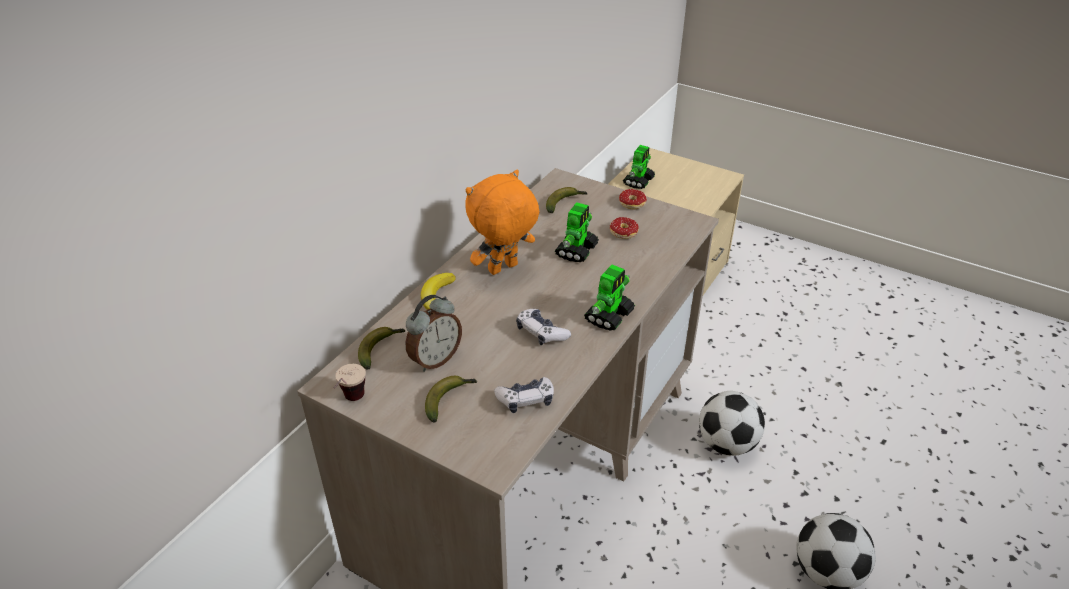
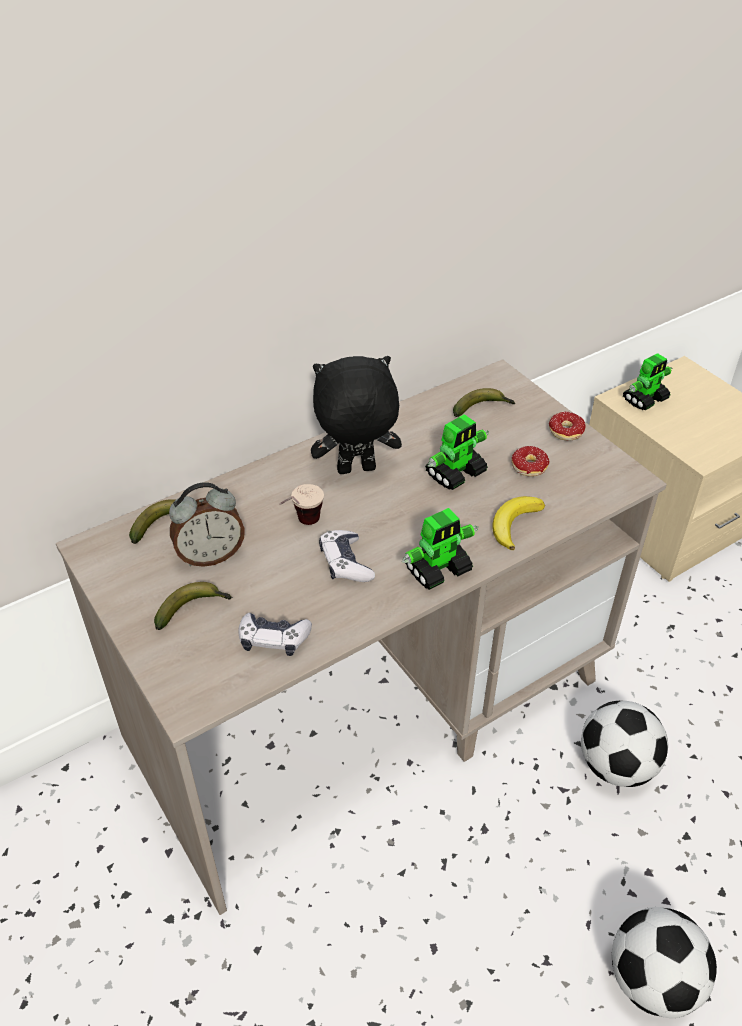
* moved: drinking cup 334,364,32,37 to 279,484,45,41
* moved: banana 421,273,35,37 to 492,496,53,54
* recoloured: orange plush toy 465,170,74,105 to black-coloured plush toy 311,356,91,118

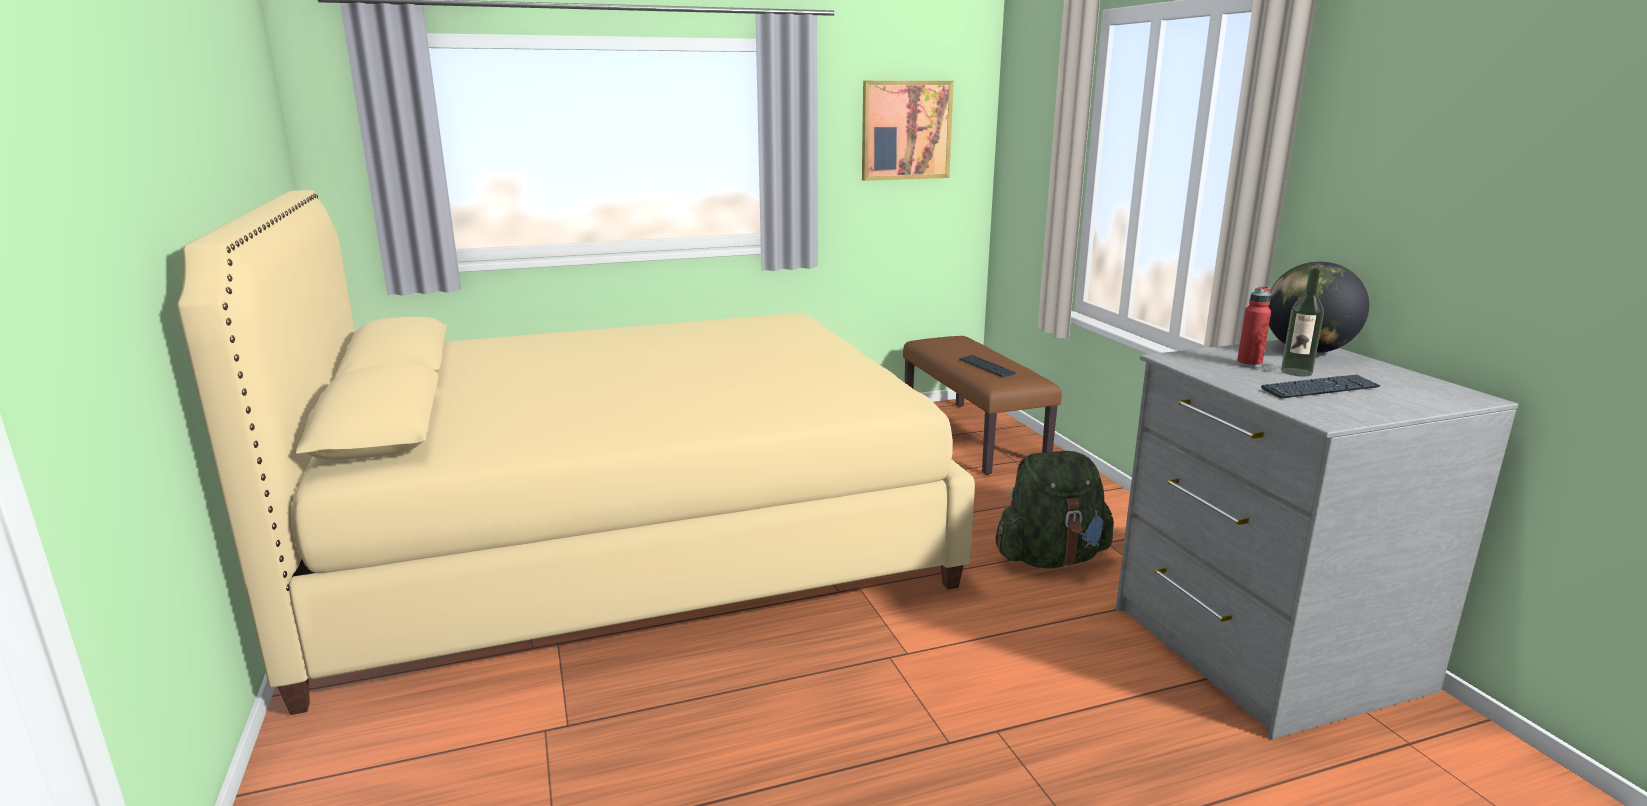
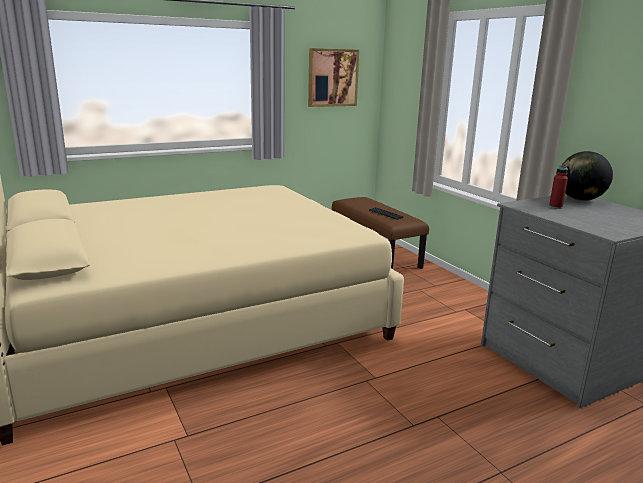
* removed: green-coloured backpack 995,451,119,118
* removed: computer keyboard 1261,374,120,25
* removed: drink bottle 1281,267,43,110

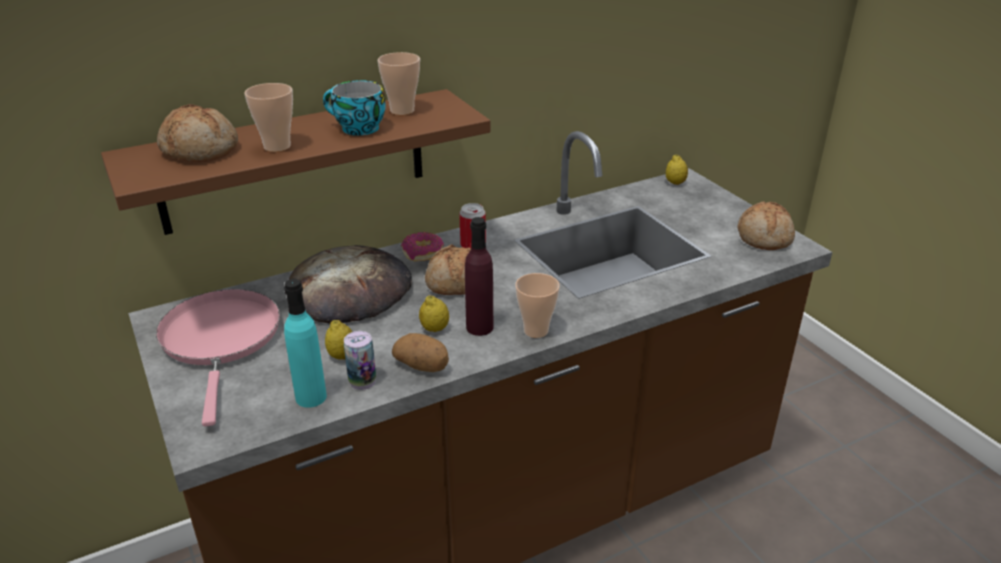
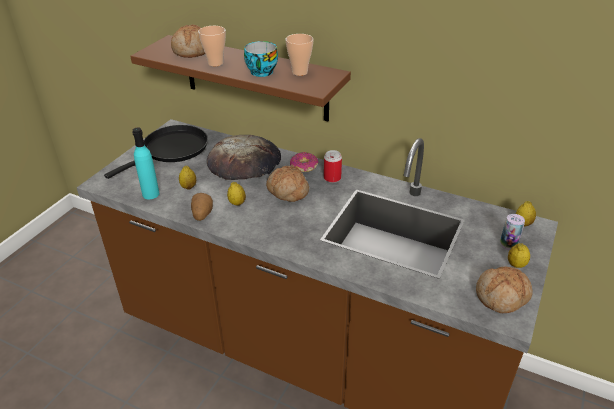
* removed: purple-coloured drink bottle 465,217,28,119
* removed: drinking cup 515,273,45,65
* added: citrus fruit 508,243,22,25
* moved: metal can 344,331,32,59 to 500,214,25,37
* recoloured: pinkish skillet 156,289,124,137 to black-coloured skillet 104,125,104,54

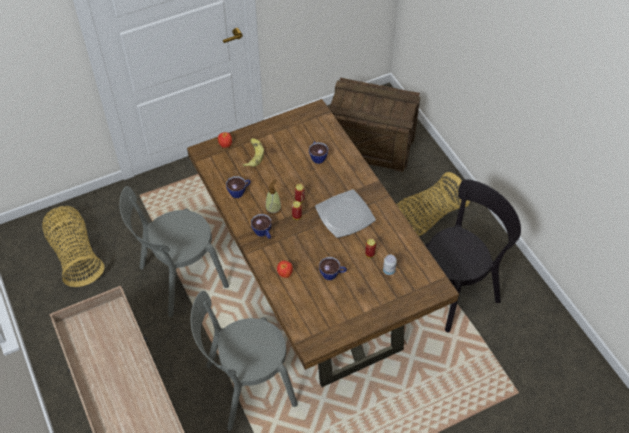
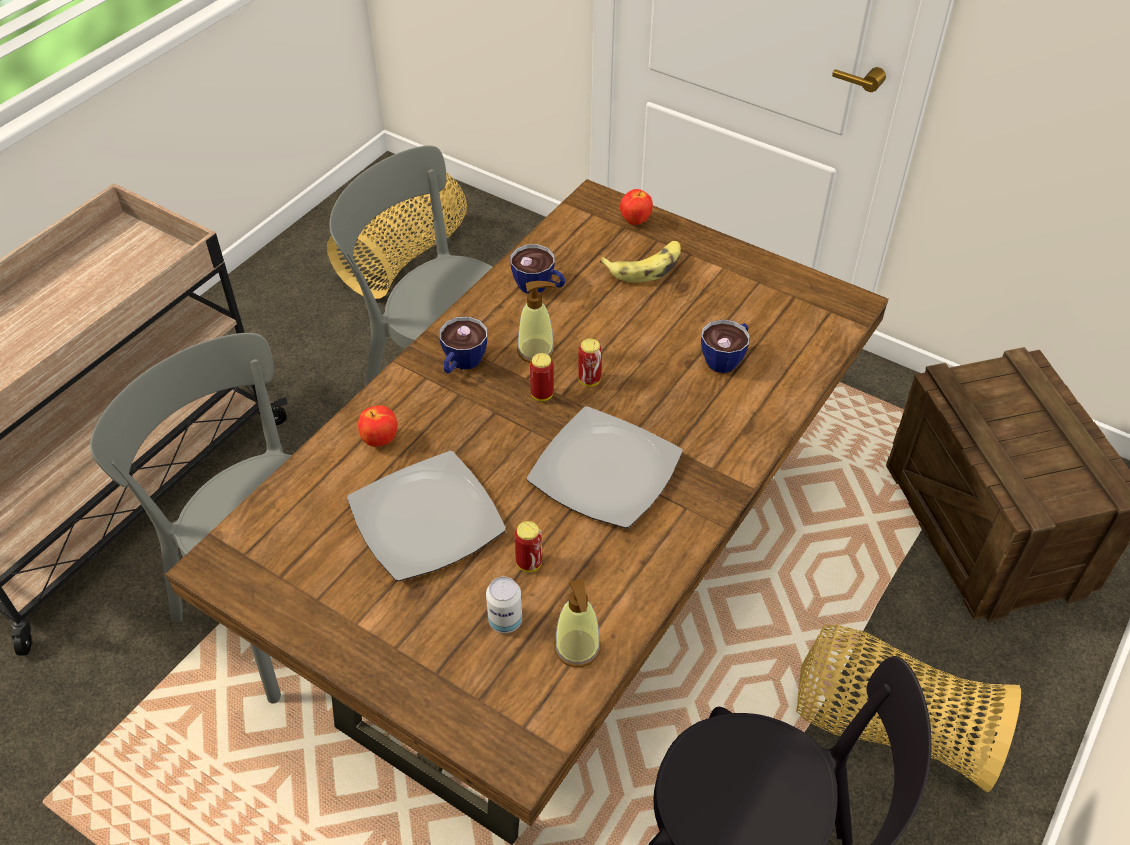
* added: soap dispenser 554,579,47,88
* replaced: drinking cup 319,257,28,23 to dinner plate 347,451,159,130

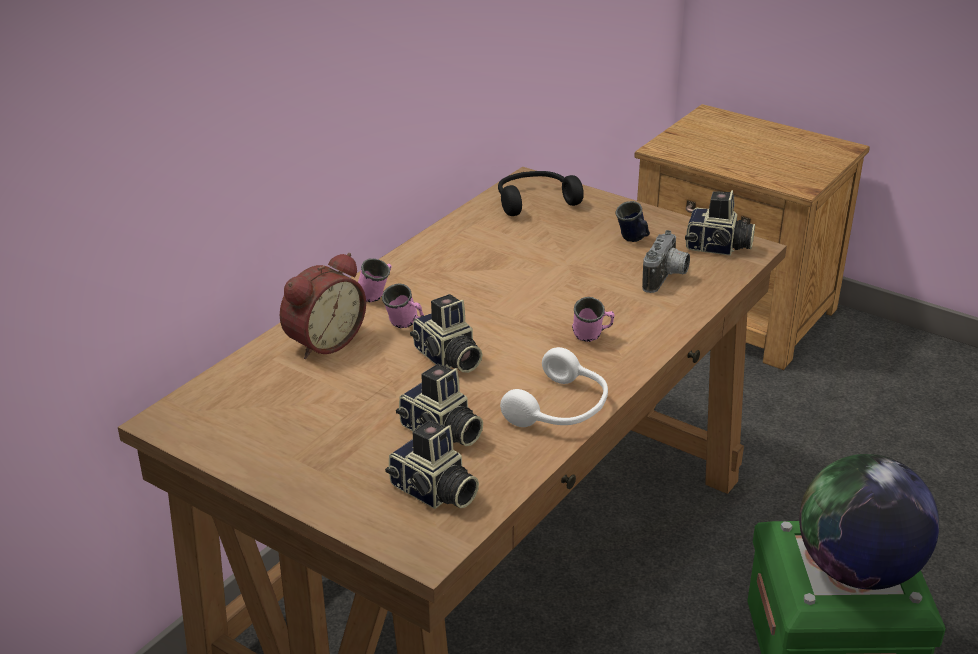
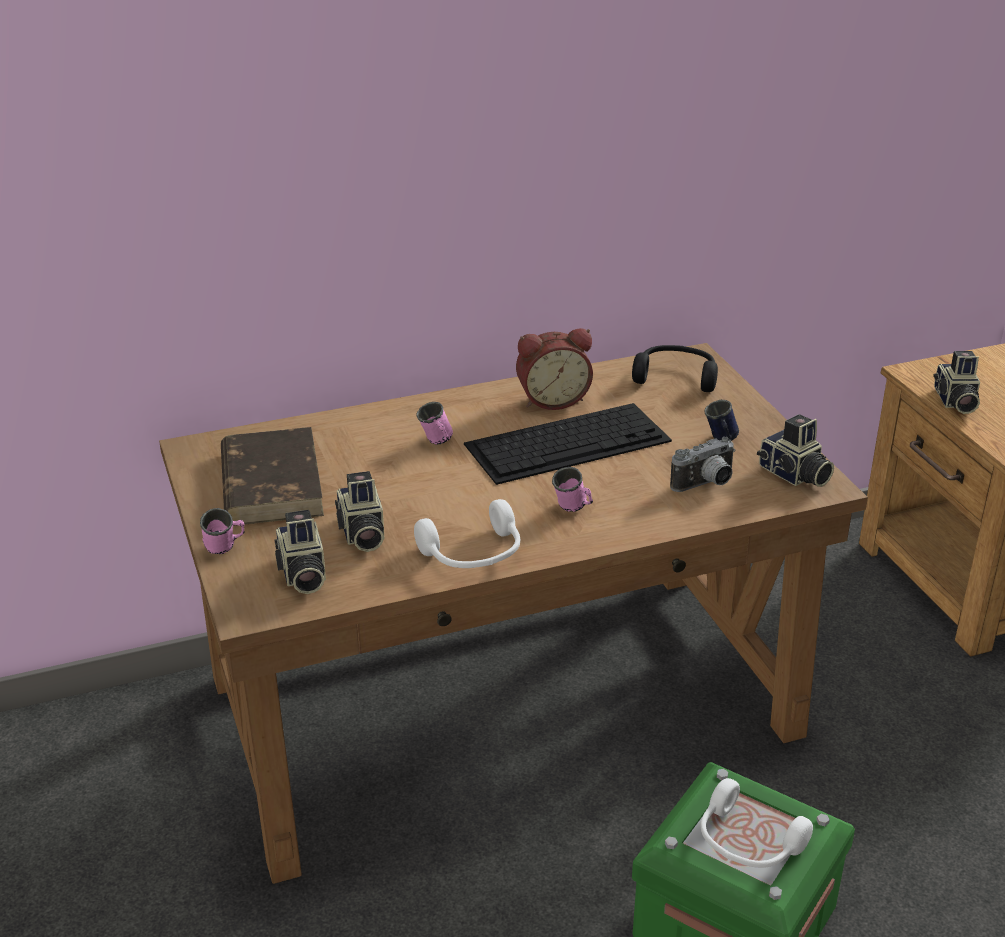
* added: brown-coloured book 221,427,103,98
* added: computer keyboard 464,403,208,82
* moved: alarm clock 280,253,86,106 to 516,328,77,82
* moved: pinkish mug 358,258,34,44 to 200,508,45,46
* moved: photo camera 410,294,73,79 to 933,351,47,63
* replaced: desk globe 799,454,140,136 to white-coloured pair of headphones 701,778,112,90

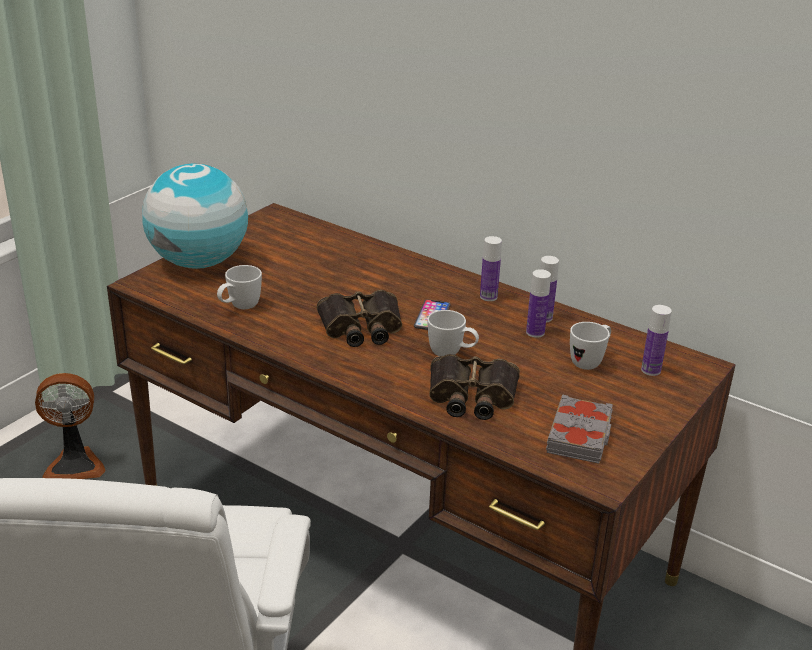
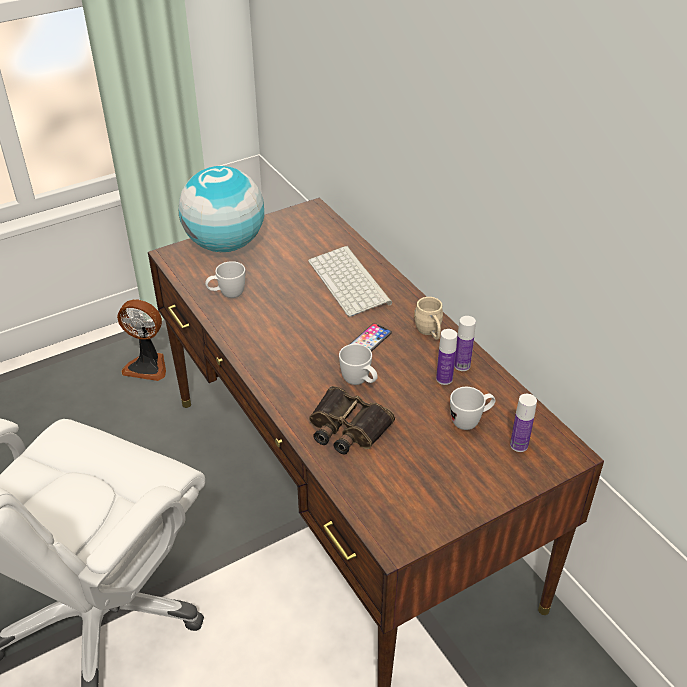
* removed: pair of binoculars 317,290,85,57
* removed: grey book 546,394,67,70
* added: computer keyboard 308,246,84,71
* replaced: drink bottle 480,236,22,65 to beige mug 414,297,29,43

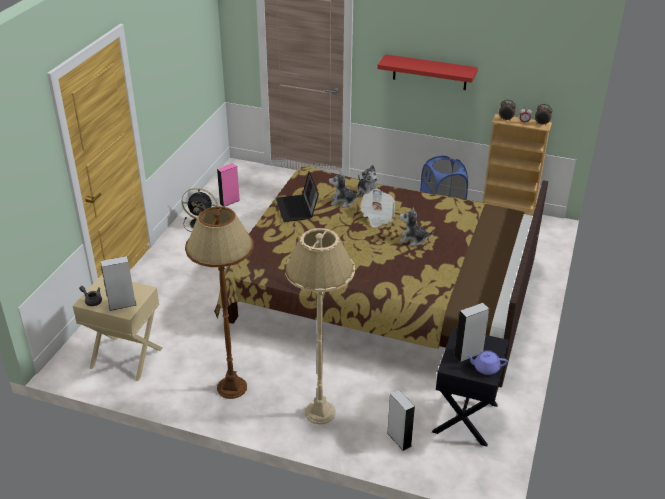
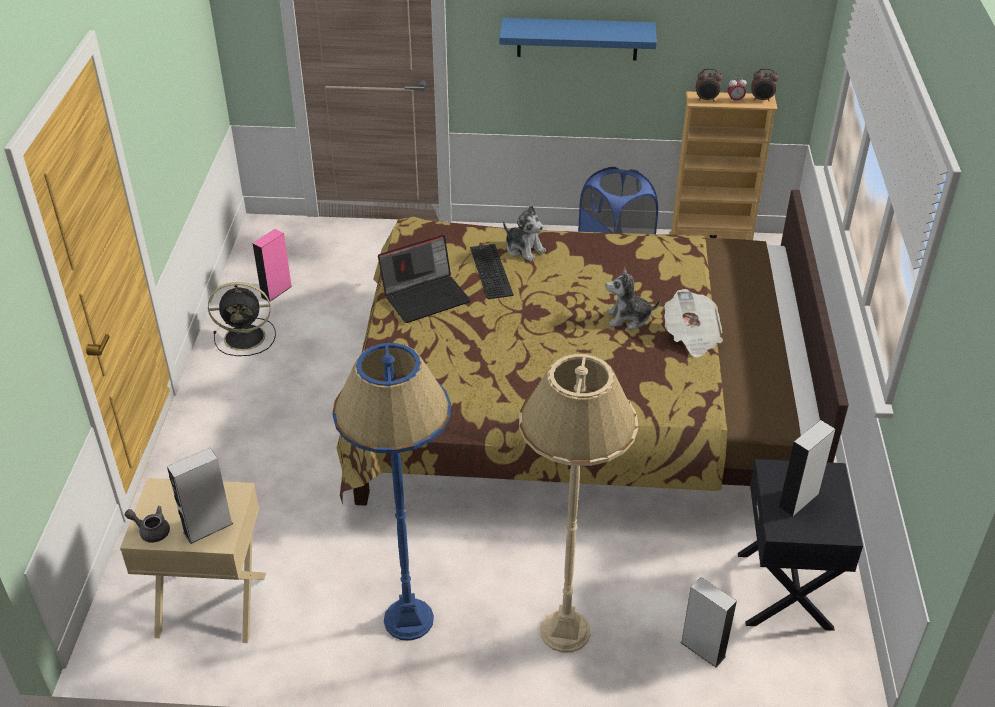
* removed: purple-coloured pot for tea 466,350,42,25
* moved: printed paper 360,189,35,38 to 664,289,59,69
* replaced: plush toy 329,171,32,36 to computer keyboard 470,244,44,55
* recoloured: brown-coloured standing lamp 185,206,69,193 to bluish standing lamp 332,343,119,298
* recoloured: reddish wall shelf 377,54,101,36 to bluish wall shelf 499,18,158,42
* turned: portable computer 276,172,43,50 = 378,235,93,88 90 degrees counterclockwise

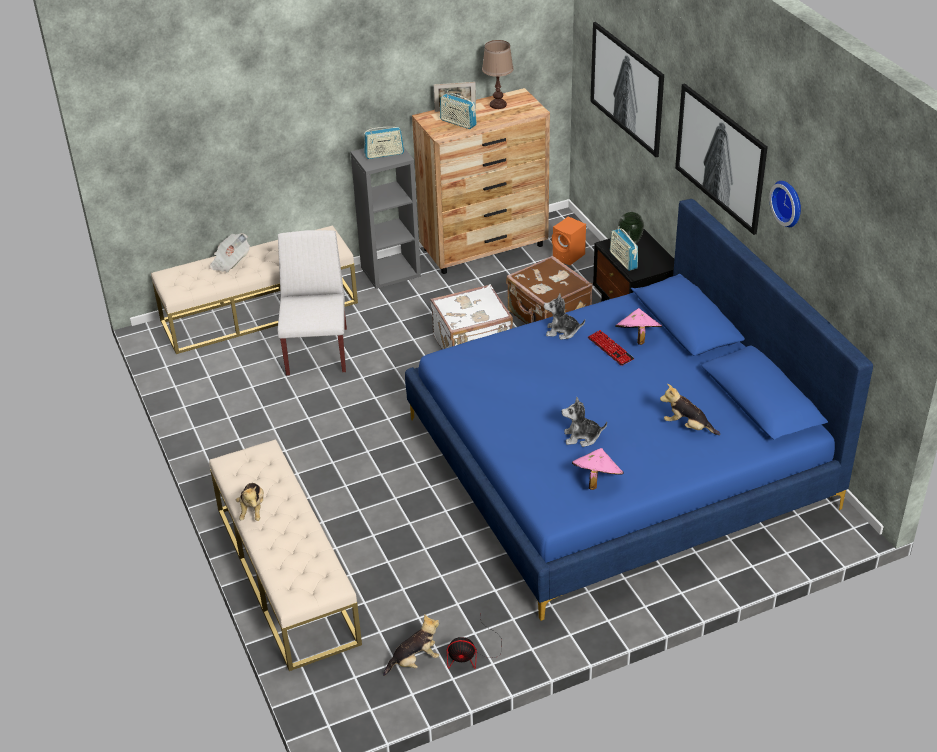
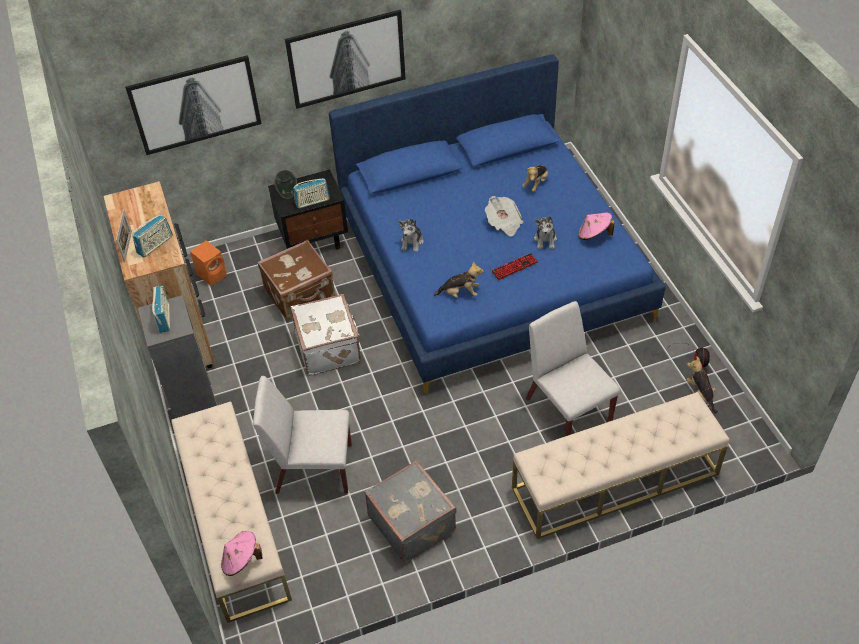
* removed: brown-coloured tabletop lamp 482,40,32,69
* removed: hanging clock 769,181,32,46
* added: grey travel case 365,460,92,103
* added: white-coloured upright chair 526,301,94,135
* moved: printed paper 209,233,41,40 to 485,196,38,41
* moved: plush toy 236,483,28,38 to 434,261,50,37
* moved: computer keyboard 588,330,46,36 to 491,253,47,27
* moved: pinkish clothing hat 615,308,47,37 to 221,531,42,45

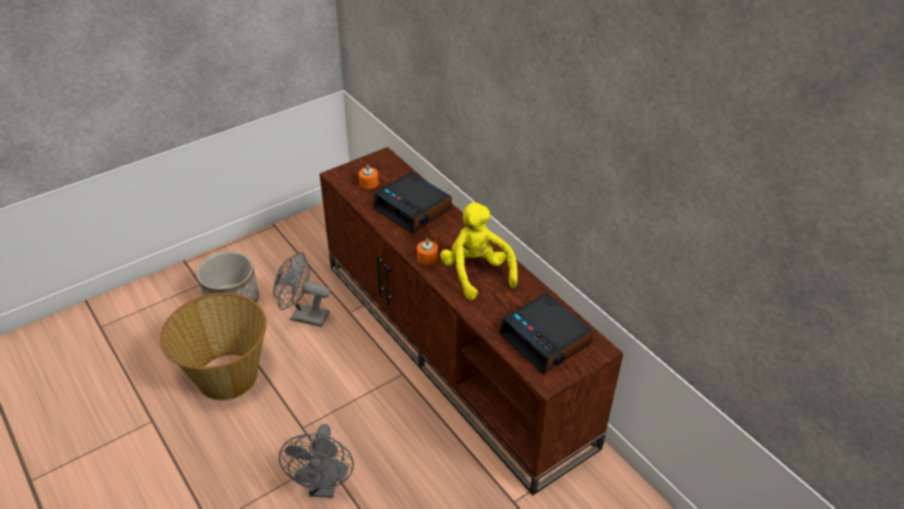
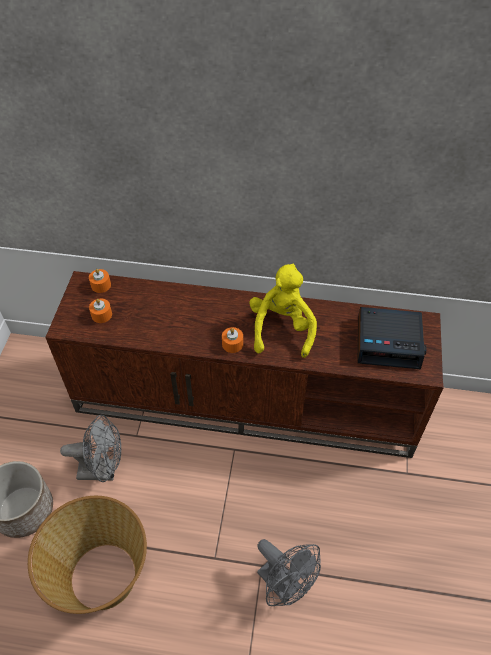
* removed: alarm clock 373,172,79,62
* added: orange wax candle 89,269,22,24
* turned: grey fan 273,252,57,75 = 60,415,61,67 150 degrees counterclockwise
* turned: yellowish plush toy 440,202,78,98 = 249,264,68,94 75 degrees clockwise

